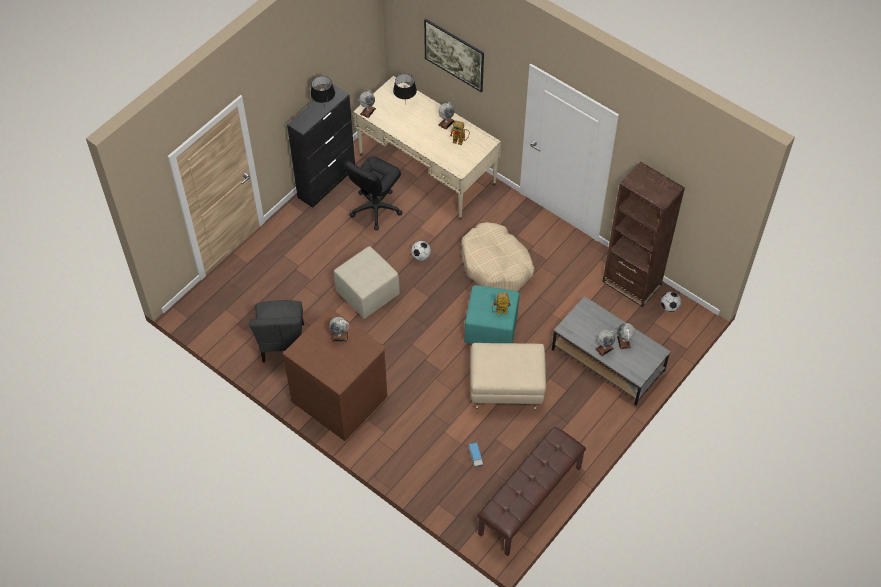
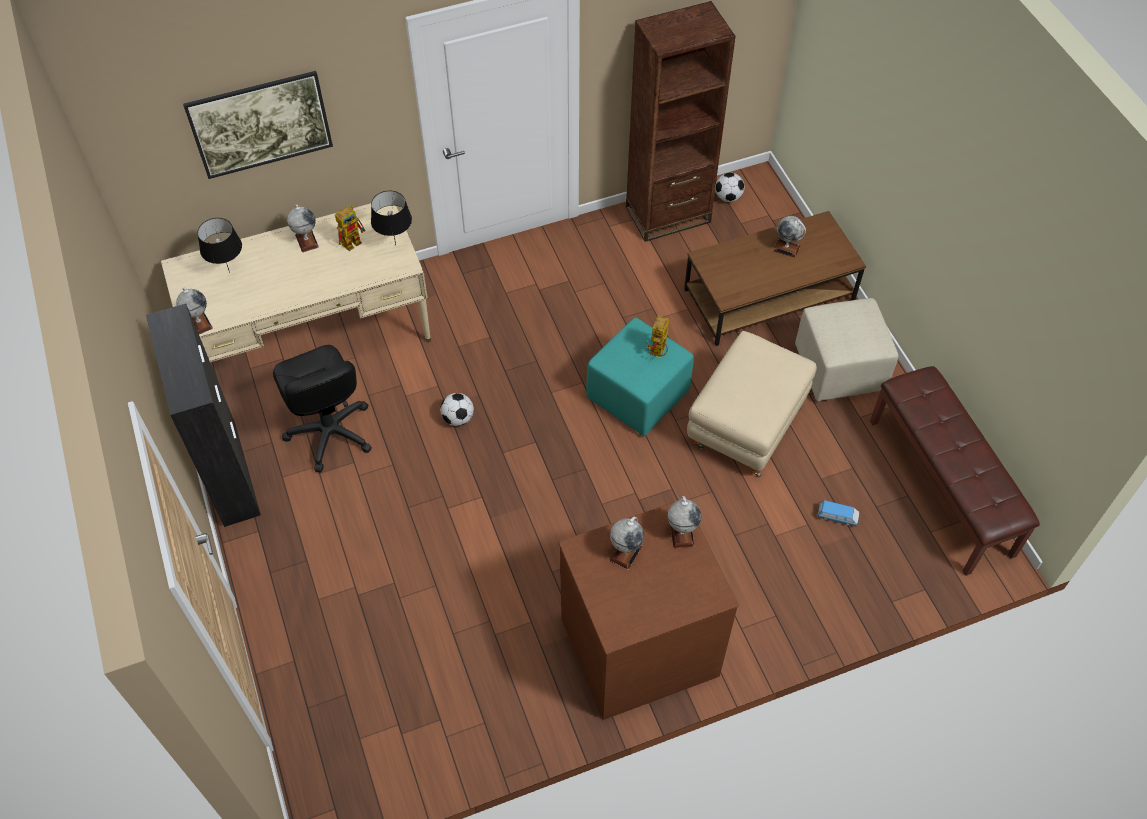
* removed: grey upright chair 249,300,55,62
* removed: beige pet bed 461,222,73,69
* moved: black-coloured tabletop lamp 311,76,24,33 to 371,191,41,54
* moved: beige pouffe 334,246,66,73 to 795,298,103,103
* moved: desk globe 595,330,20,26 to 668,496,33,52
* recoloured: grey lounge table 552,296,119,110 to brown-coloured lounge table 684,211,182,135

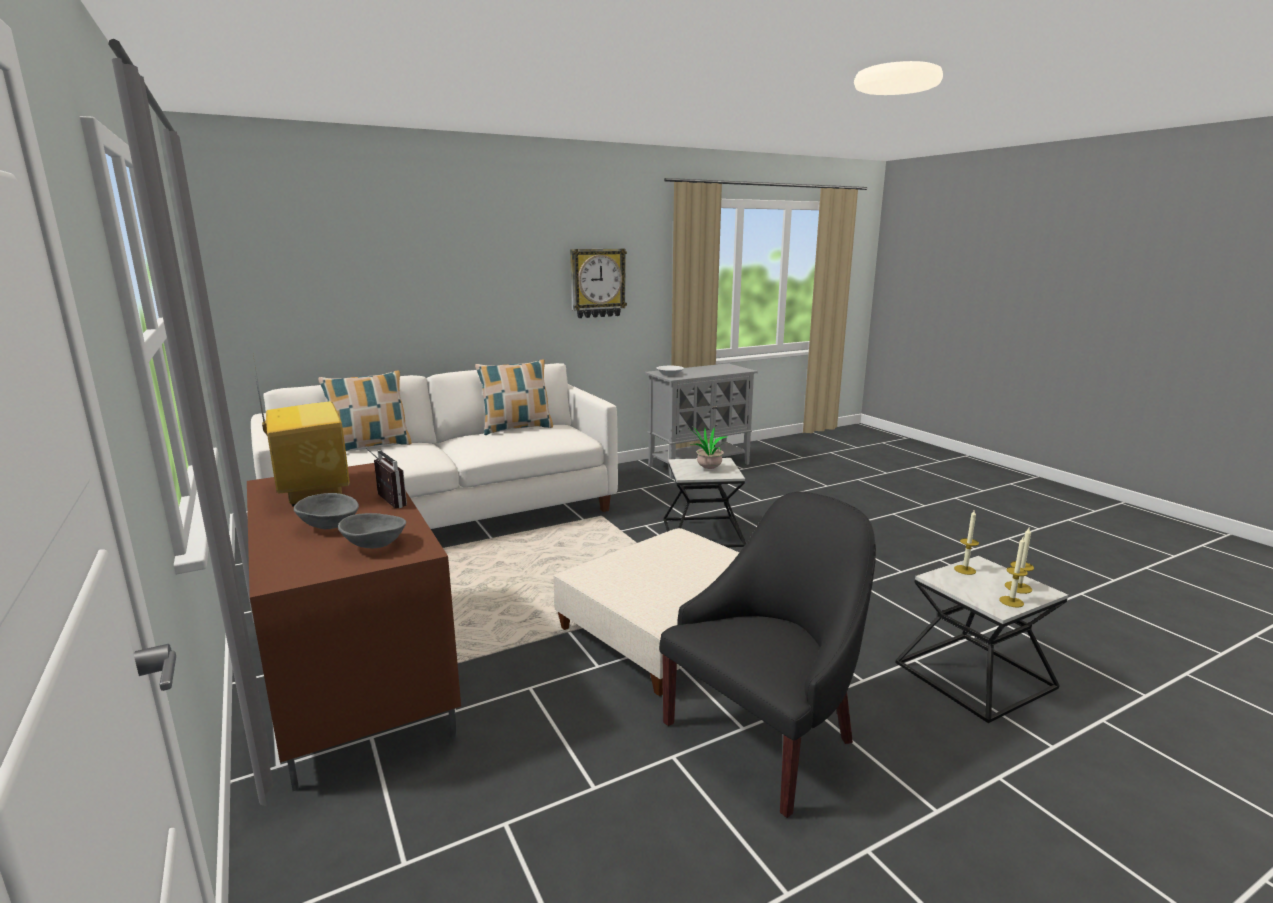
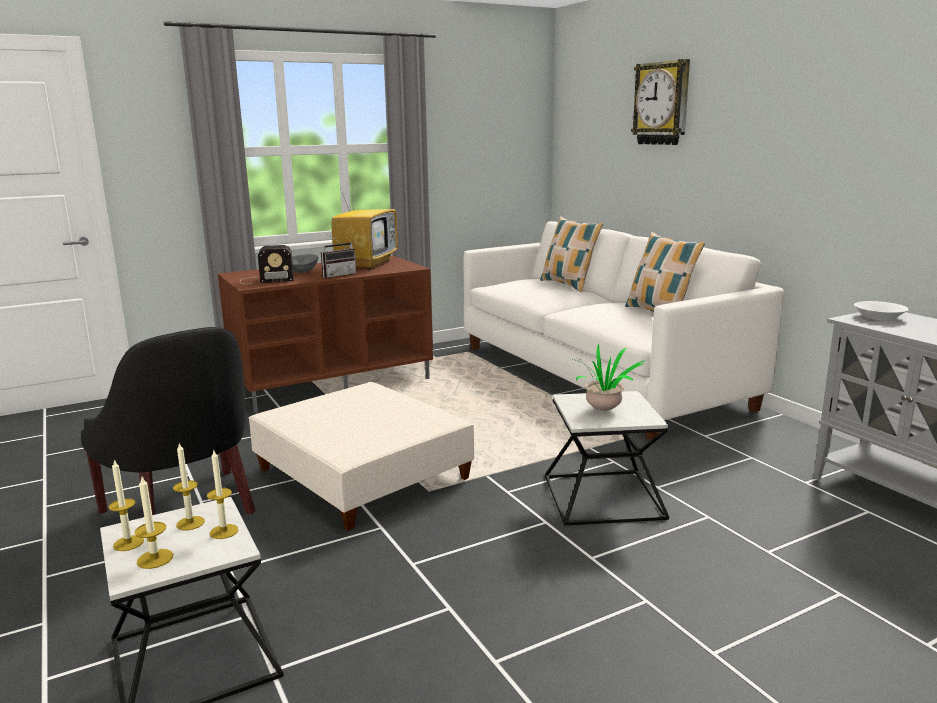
* added: wax candle 173,443,32,87
* moved: hanging clock 570,249,57,69 to 631,59,59,86
* replaced: grey bowl 338,513,69,35 to radio receiver 240,245,54,39
* turned: TV 254,361,96,146 = 332,176,66,94 45 degrees counterclockwise

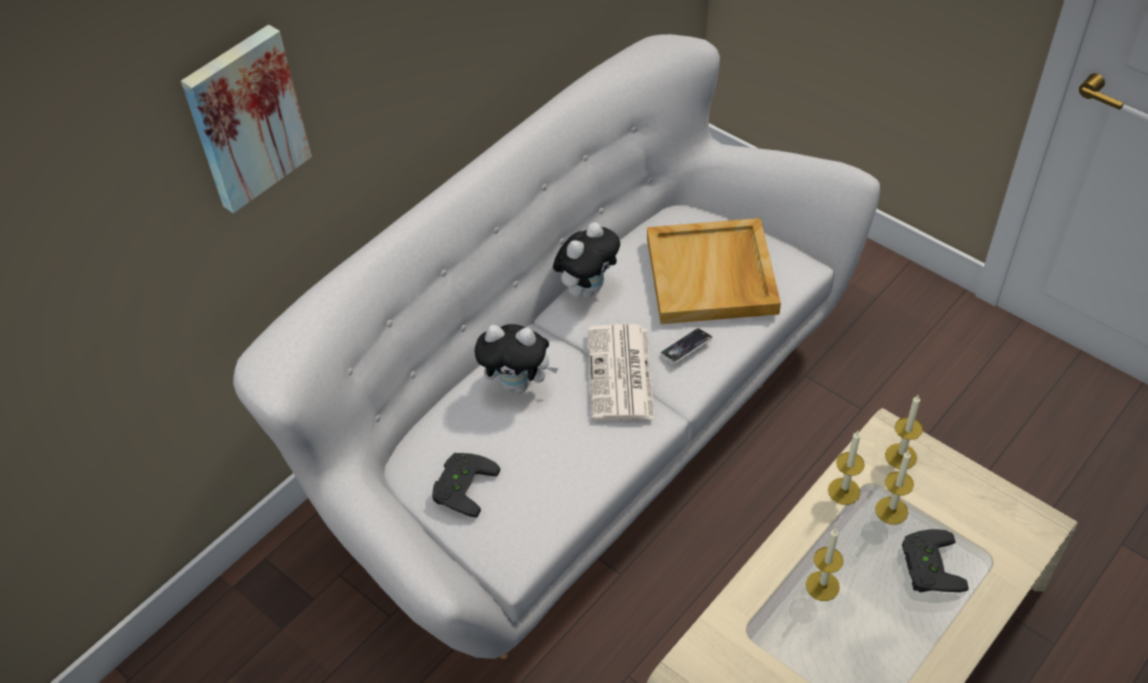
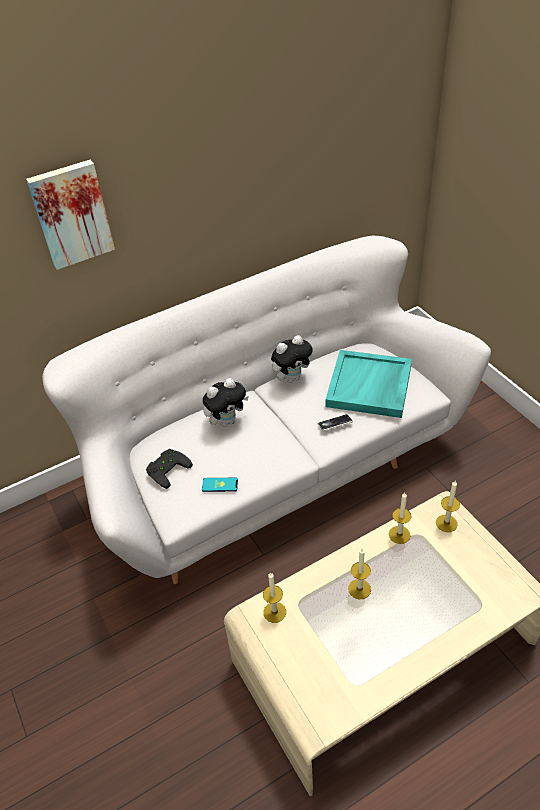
* removed: printed paper 588,324,66,97
* removed: black-coloured gamepad 902,529,67,64
* added: phone 202,478,36,14
* moved: wax candle 875,450,39,75 to 263,572,23,51
* recoloured: beige serving tray 647,218,134,106 to blue-green serving tray 325,350,87,68
* turned: plush toy 474,324,85,69 = 202,378,47,49 60 degrees counterclockwise

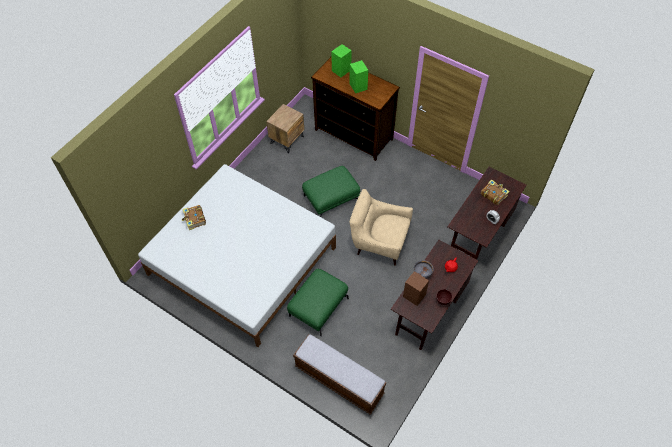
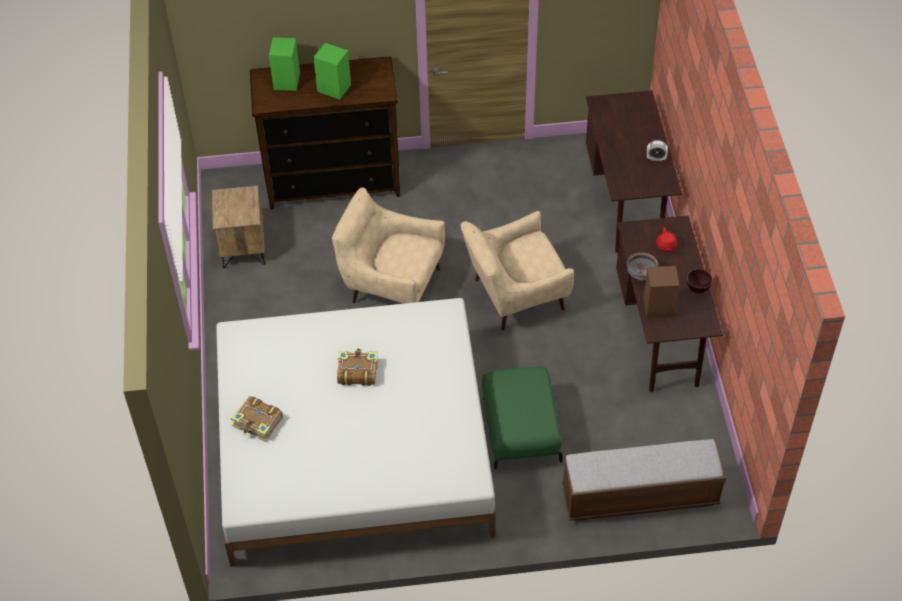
* moved: book 481,180,28,25 to 337,348,41,38
* replaced: green-coloured pouffe 302,166,58,51 to beige armchair 332,188,113,116

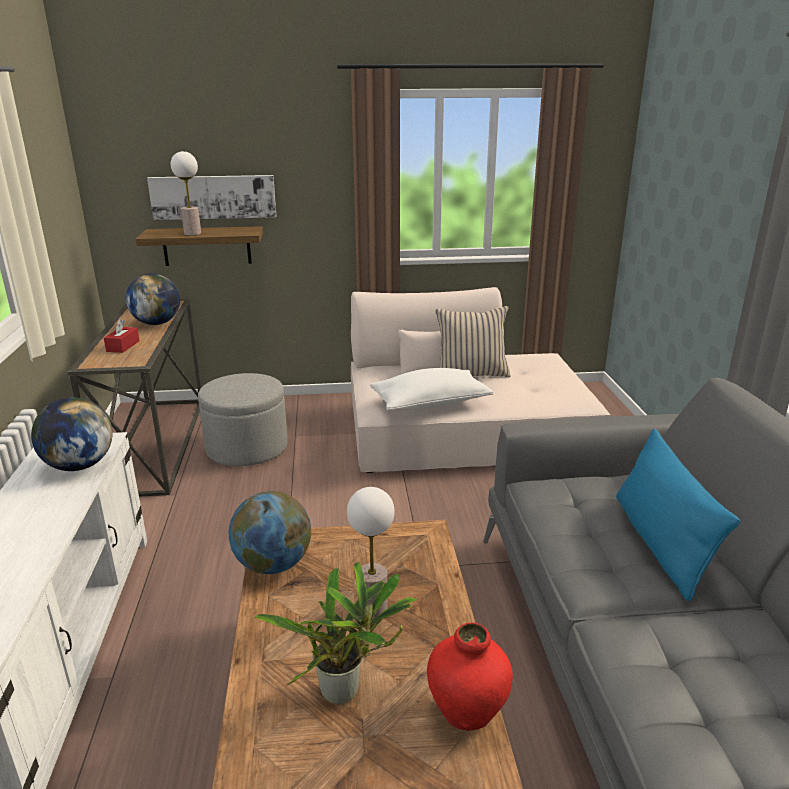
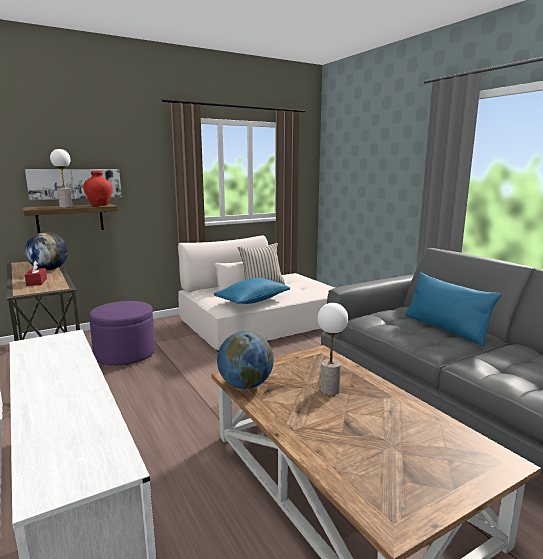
* removed: desk globe 31,397,82,74
* removed: potted plant 254,562,164,142
* moved: reddish vase 427,622,86,109 to 83,171,29,35
* recoloured: grey pouffe 198,373,90,93 to purple-coloured pouffe 89,301,66,65
* recoloured: white-coloured throw pillow 370,368,123,43 to bluish throw pillow 214,278,76,26

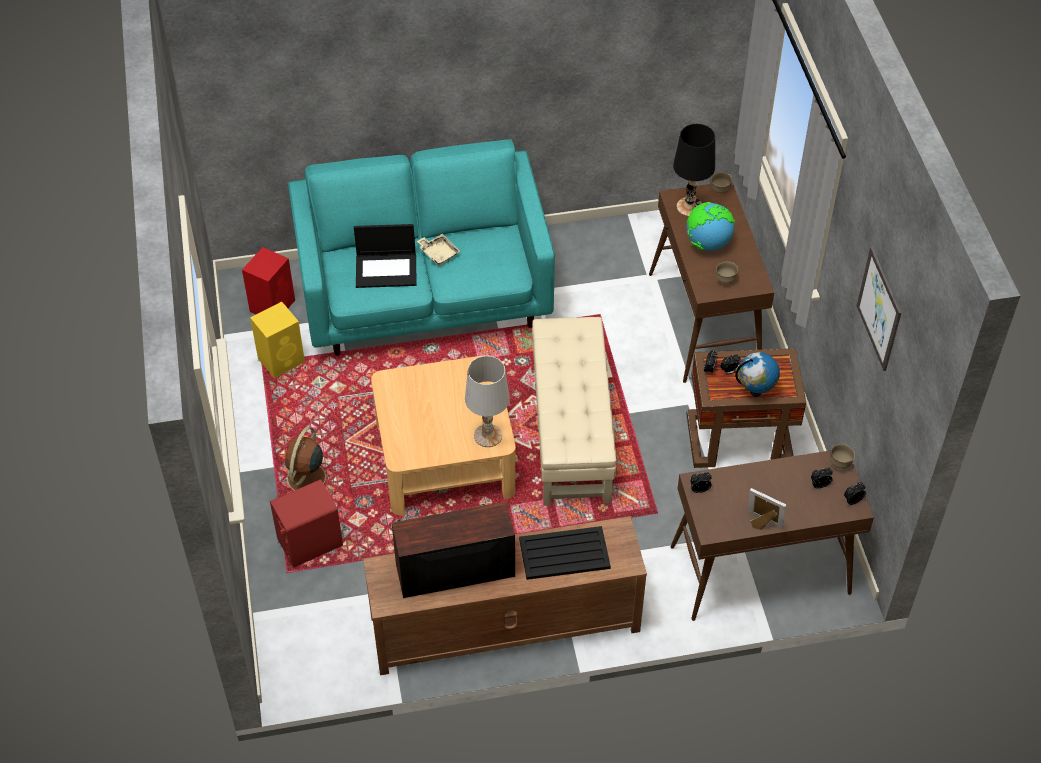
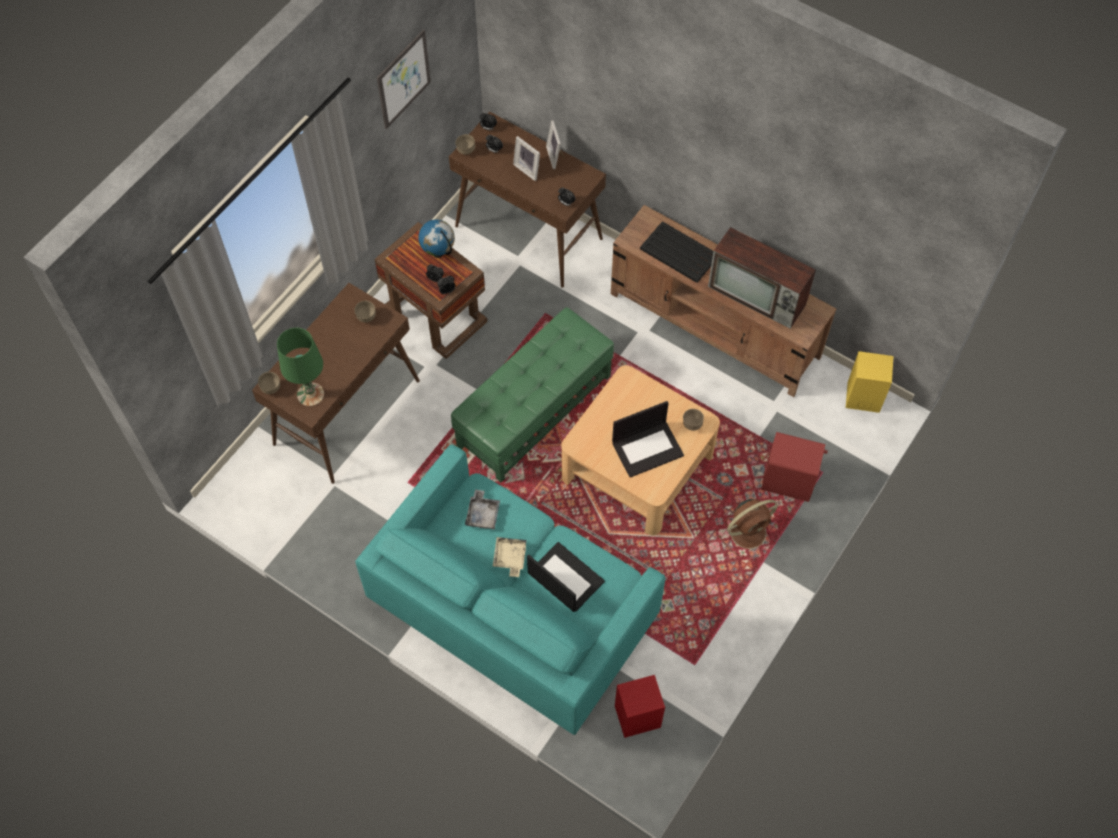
* removed: white-coloured tabletop lamp 465,356,45,91
* removed: desk globe 687,202,48,49
* added: grey serving tray 465,489,35,40
* added: picture frame 513,136,27,45
* added: portable computer 612,401,72,77
* added: brown-coloured bowl 683,409,21,22
* moved: yellowish speaker 250,302,55,76 to 846,351,47,62
* recoloured: beige pouffe 532,317,84,189 to green-coloured pouffe 451,307,163,175
* recoloured: black-coloured tabletop lamp 673,124,42,93 to green-coloured tabletop lamp 277,328,47,78

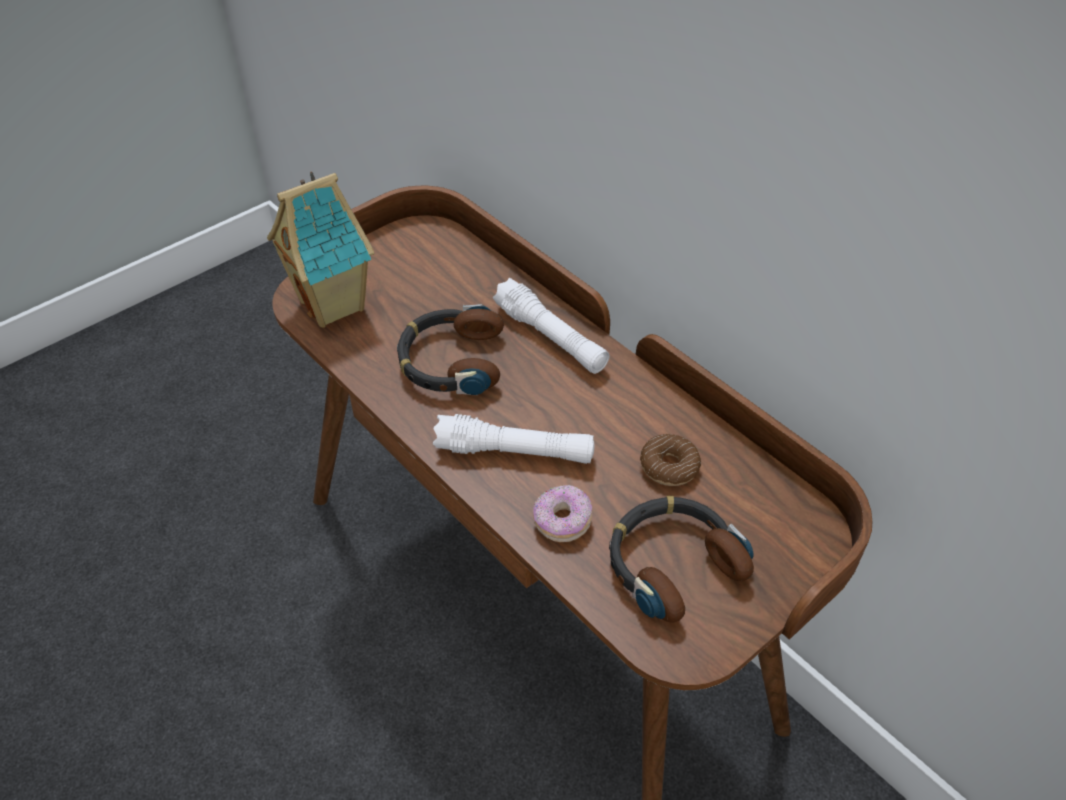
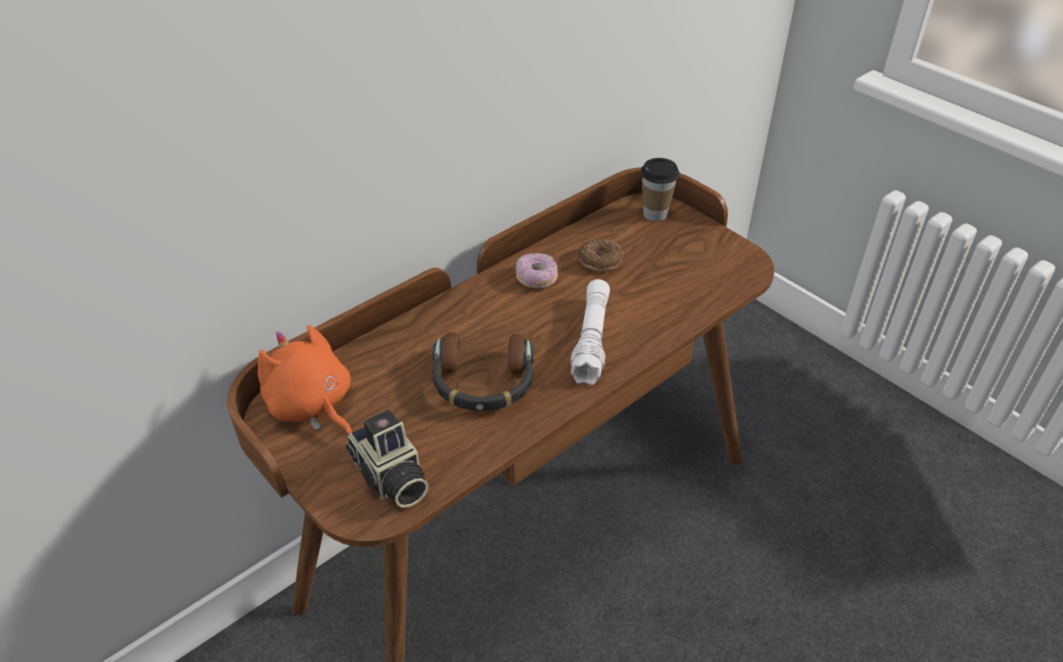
* removed: white-coloured hand torch 493,278,117,96
* removed: pair of headphones 609,496,145,127
* added: orange plush toy 258,325,94,110
* added: drinking cup 641,158,38,63
* moved: donut 533,485,59,57 to 516,253,42,36
* replaced: model house 267,172,107,156 to photo camera 345,410,84,98

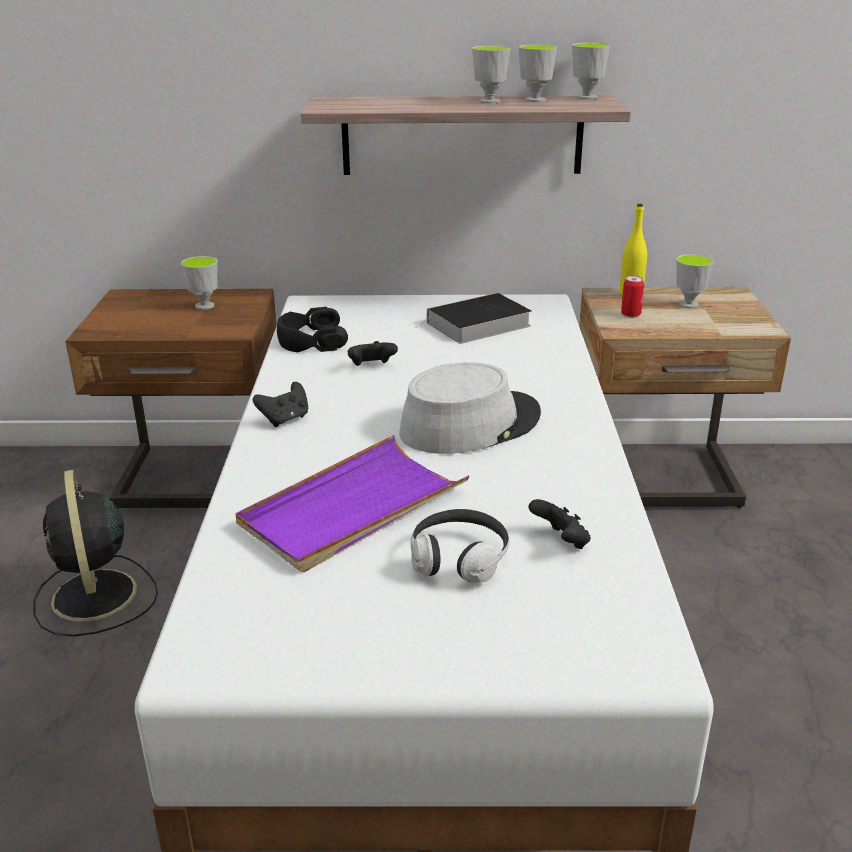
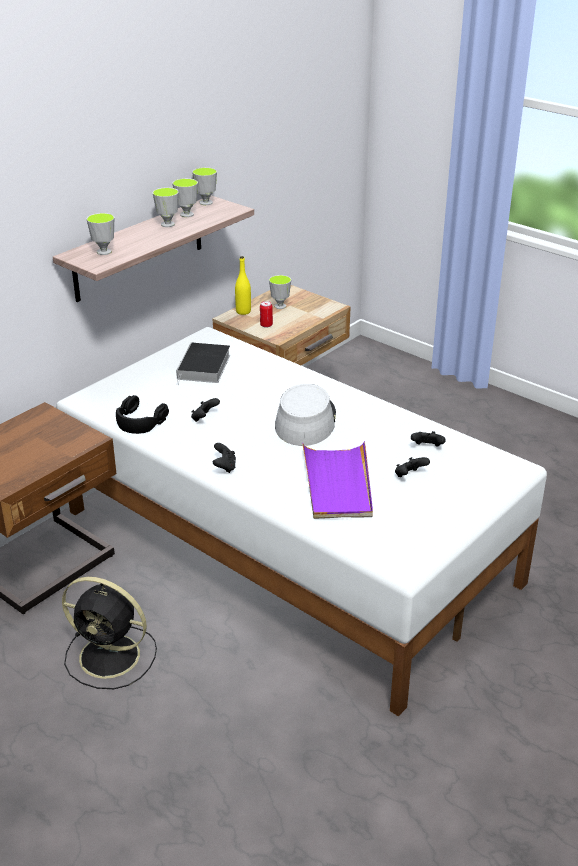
* moved: drinking cup 181,256,37,54 to 86,213,28,42
* replaced: pair of headphones 411,509,98,74 to black-coloured gamepad 395,457,35,20

